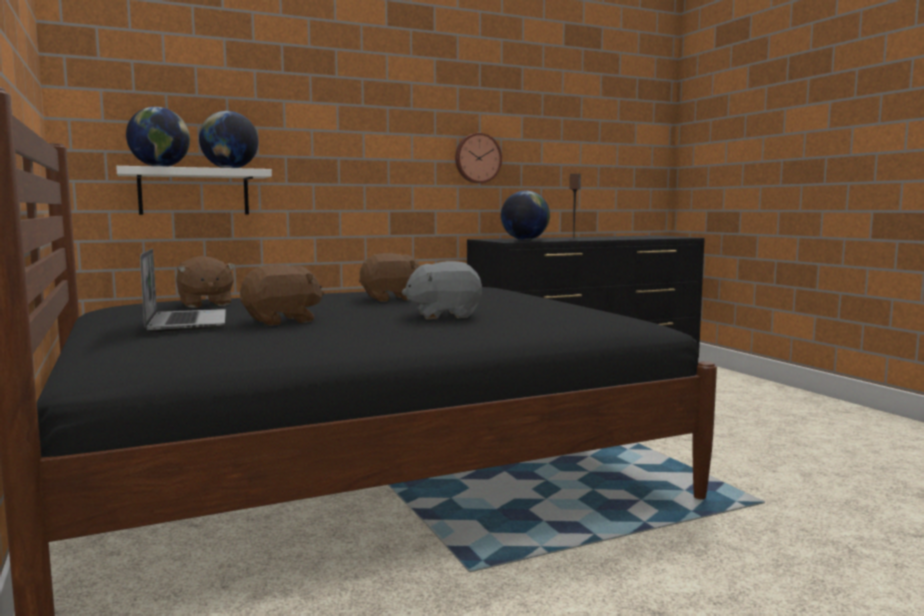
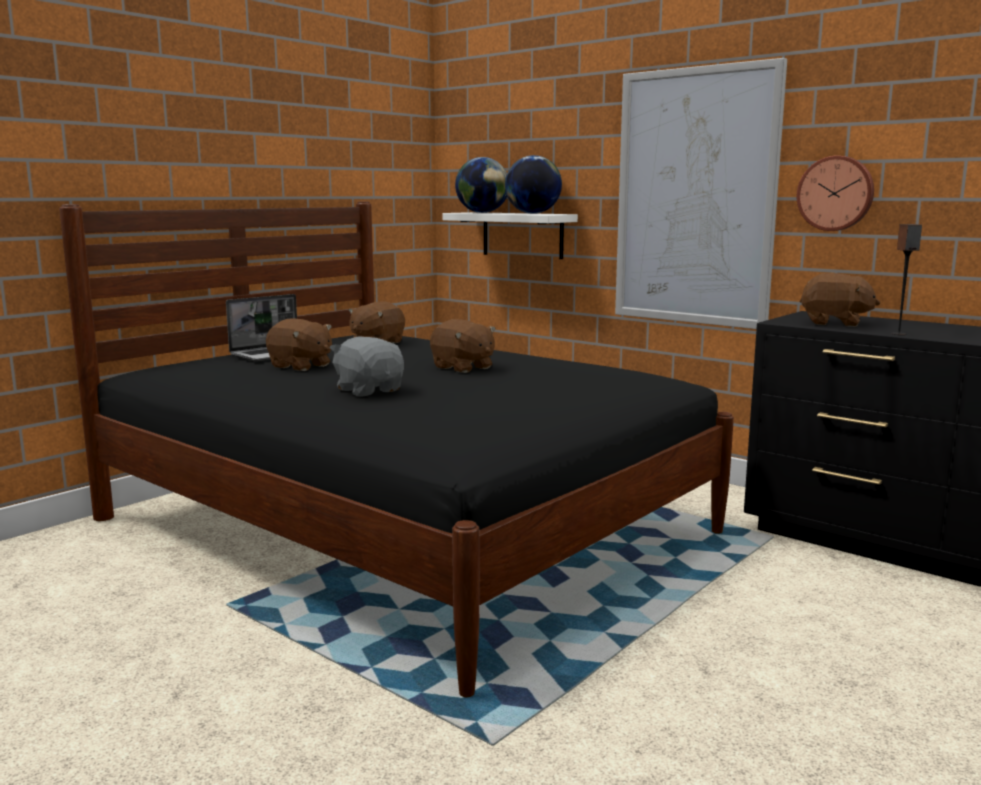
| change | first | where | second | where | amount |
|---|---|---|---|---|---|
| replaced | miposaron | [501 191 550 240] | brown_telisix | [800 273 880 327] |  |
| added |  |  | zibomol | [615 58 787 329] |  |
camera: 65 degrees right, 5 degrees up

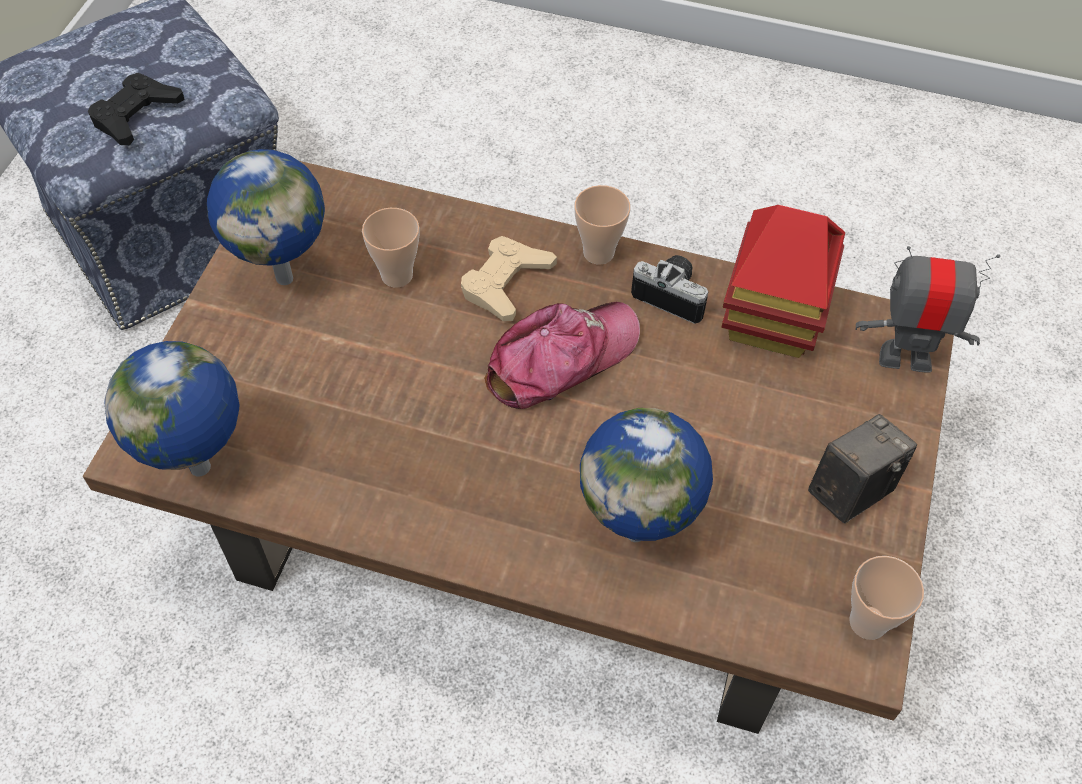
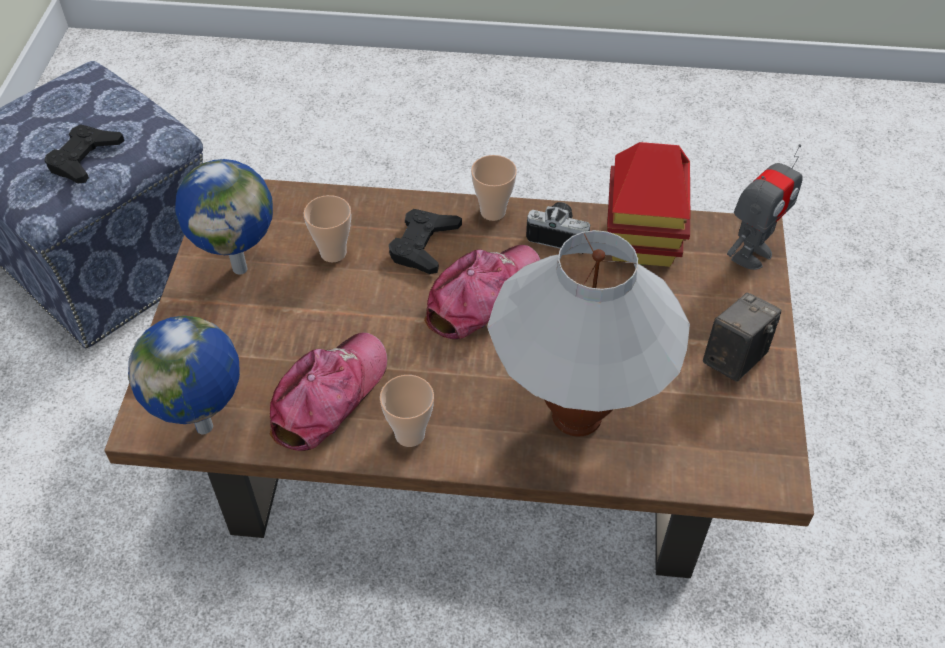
| change | first | where | second | where | amount |
|---|---|---|---|---|---|
| recoloured | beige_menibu | [461 236 557 321] | black_menibu | [389 209 462 274] |  |
| replaced | miposaron | [580 408 713 542] | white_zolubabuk | [487 230 690 437] |  |
| moved | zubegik | [849 556 924 640] |  | [380 375 434 447] |  |
| turned | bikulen | [856 246 1000 373] |  | [727 144 803 270] | 135 degrees clockwise |
| added |  |  | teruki | [270 333 387 451] |  |
camera: 10 degrees left, 5 degrees down

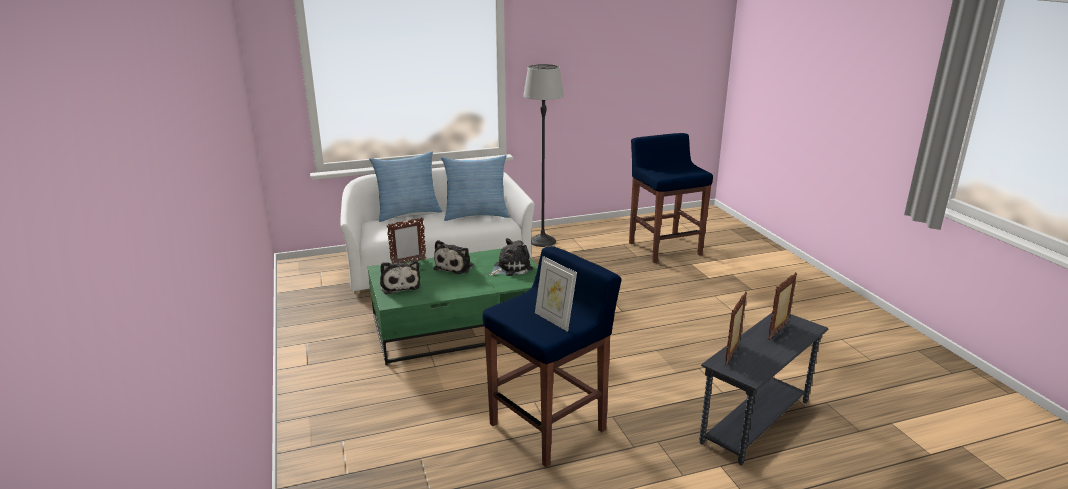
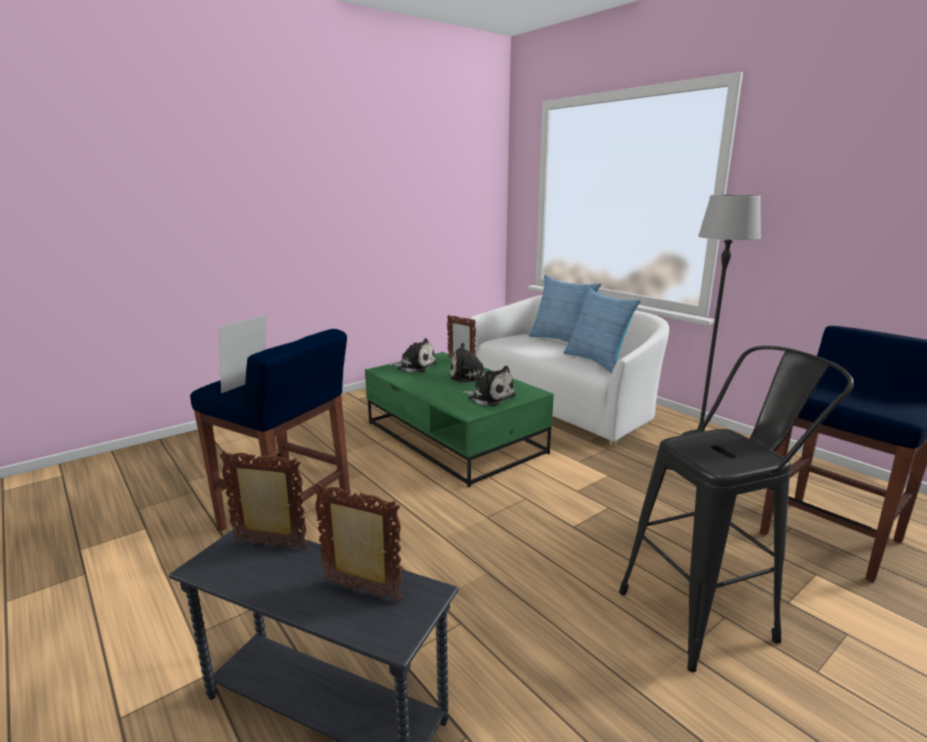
| change | first | where | second | where | amount |
|---|---|---|---|---|---|
| turned | telisix | [380 261 421 295] |  | [389 338 436 373] | 120 degrees counterclockwise |
| added |  |  | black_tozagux | [619 346 854 672] |  |
camera: 70 degrees right, 5 degrees down

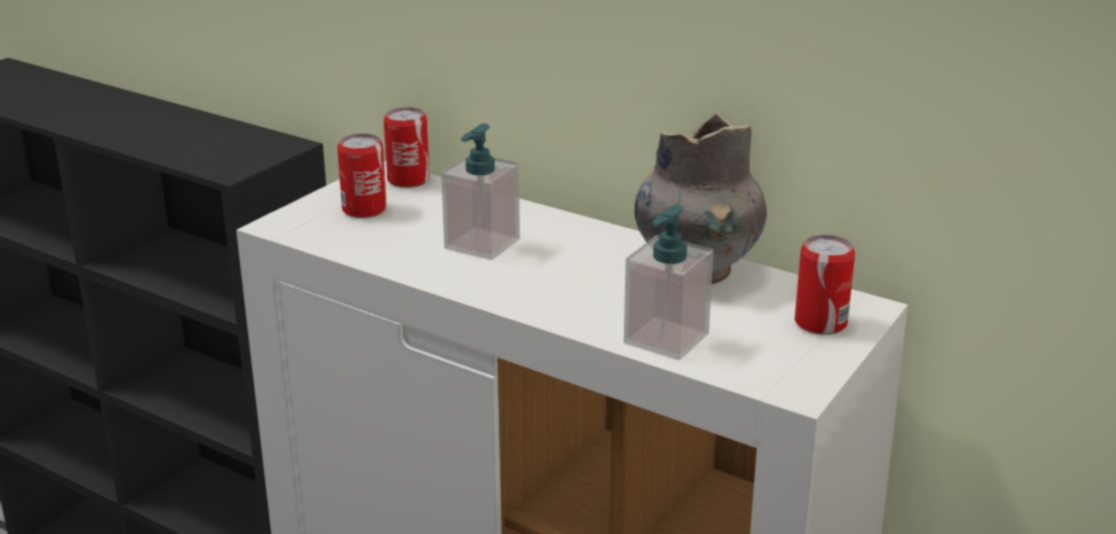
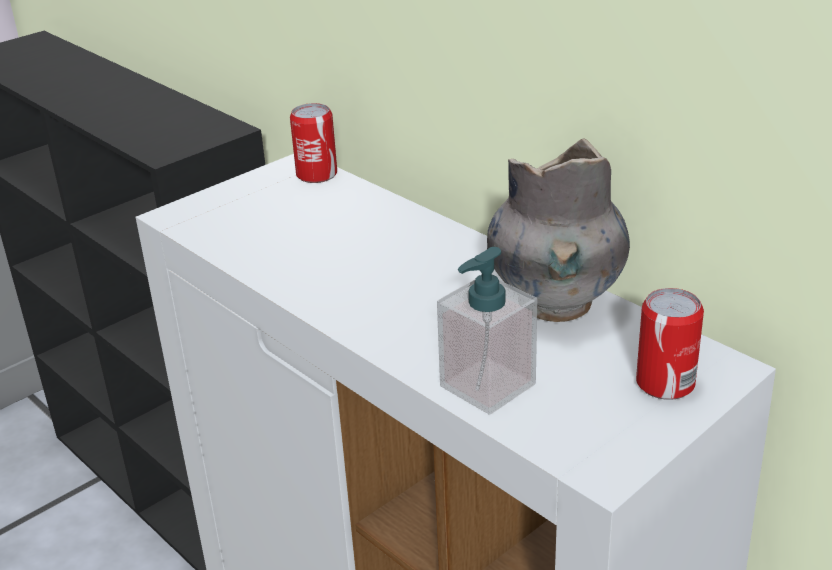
| change | first | where | second | where | amount |
|---|---|---|---|---|---|
| removed | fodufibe | [337 134 387 218] |  |  |  |
| removed | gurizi | [441 124 520 260] |  |  |  |
camera: 15 degrees right, 5 degrees up

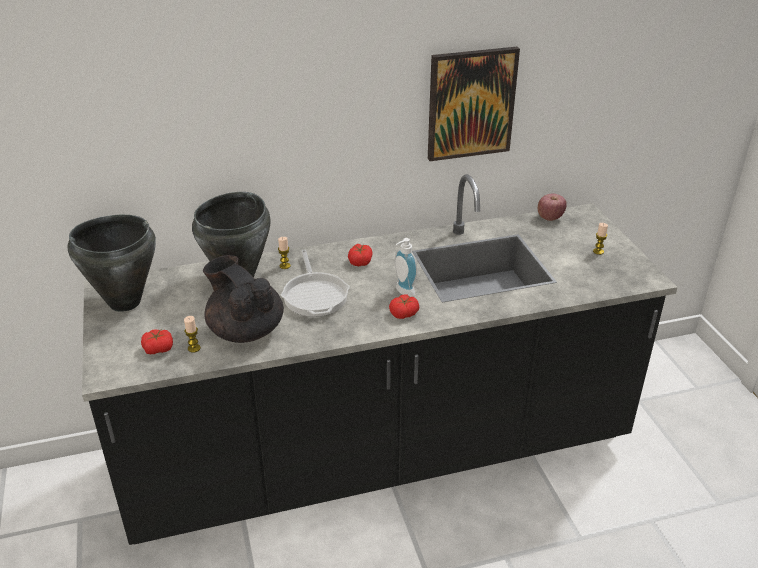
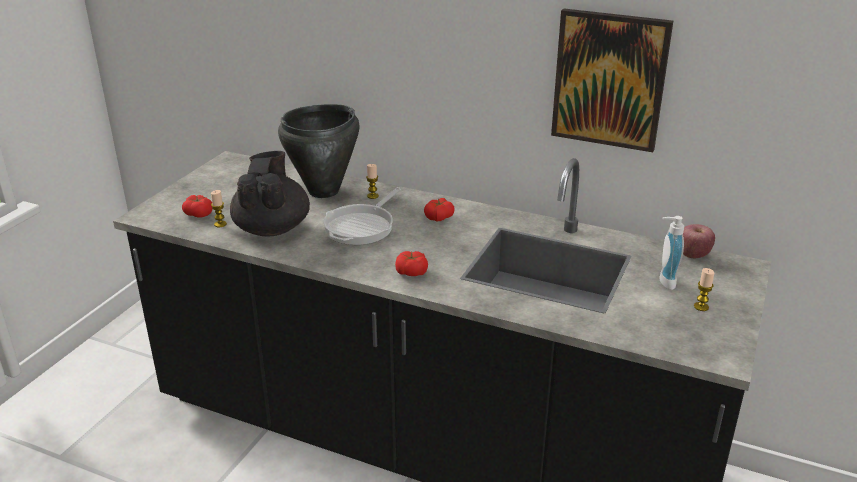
| change | first | where | second | where | amount |
|---|---|---|---|---|---|
| removed | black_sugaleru | [68 215 156 312] |  |  |  |
| moved | gurizi | [395 238 418 297] |  | [659 216 684 290] |  |
camera: 40 degrees right, 5 degrees down

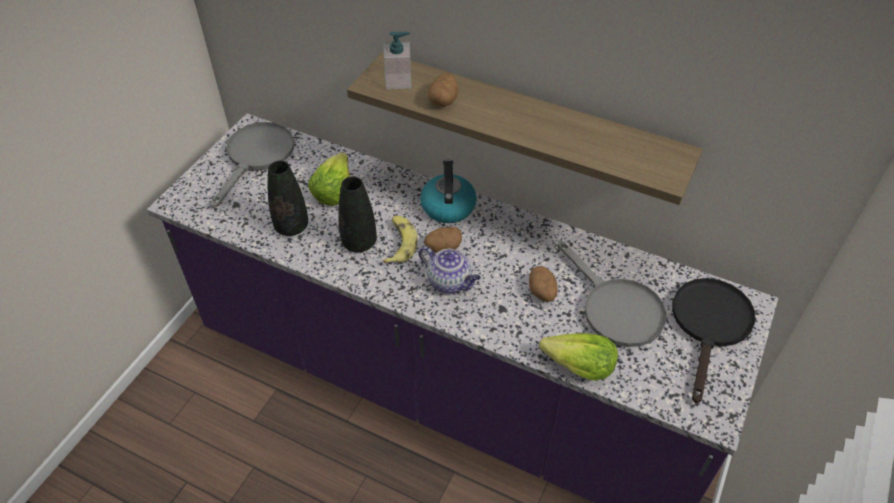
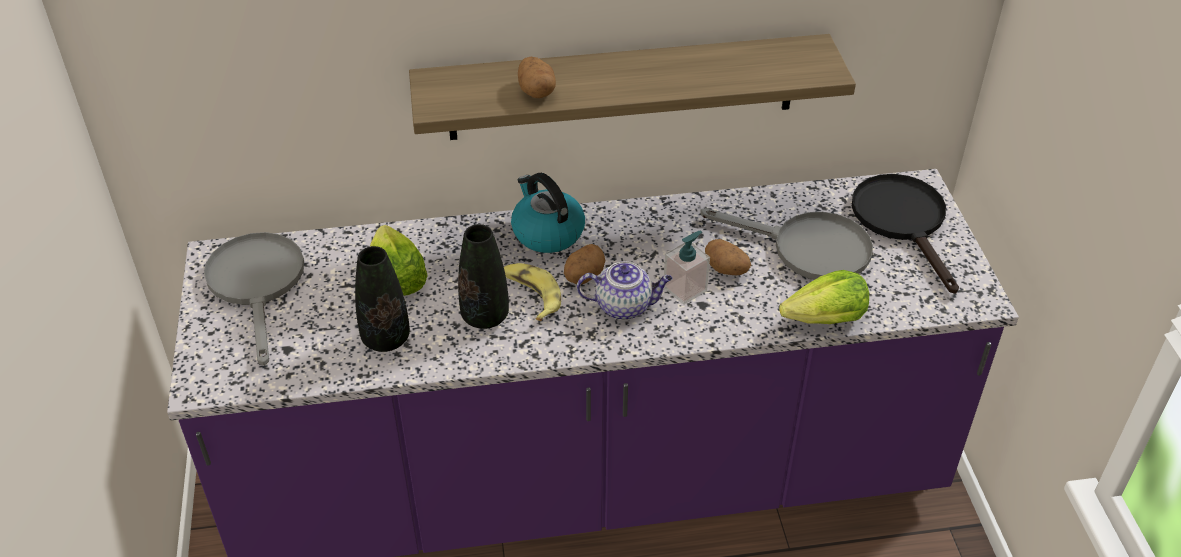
| change | first | where | second | where | amount |
|---|---|---|---|---|---|
| moved | gurizi | [383 32 412 89] |  | [664 230 710 305] |  |
camera: 35 degrees left, 5 degrees down

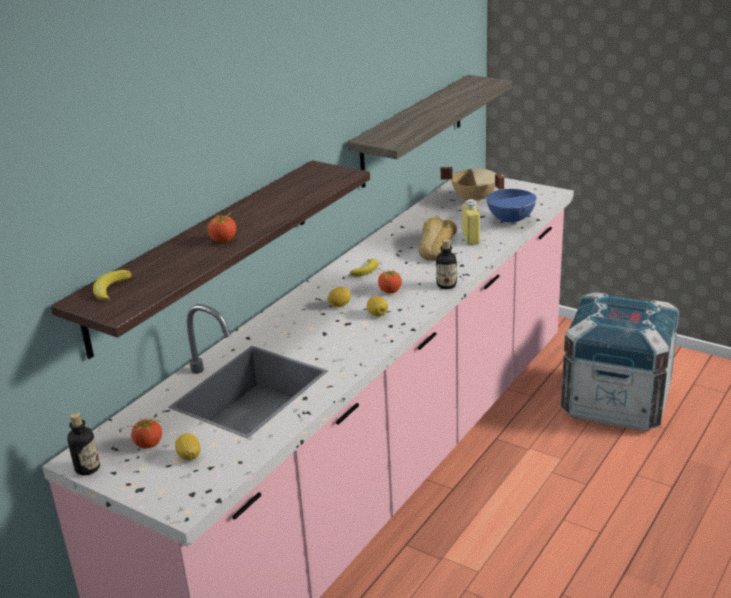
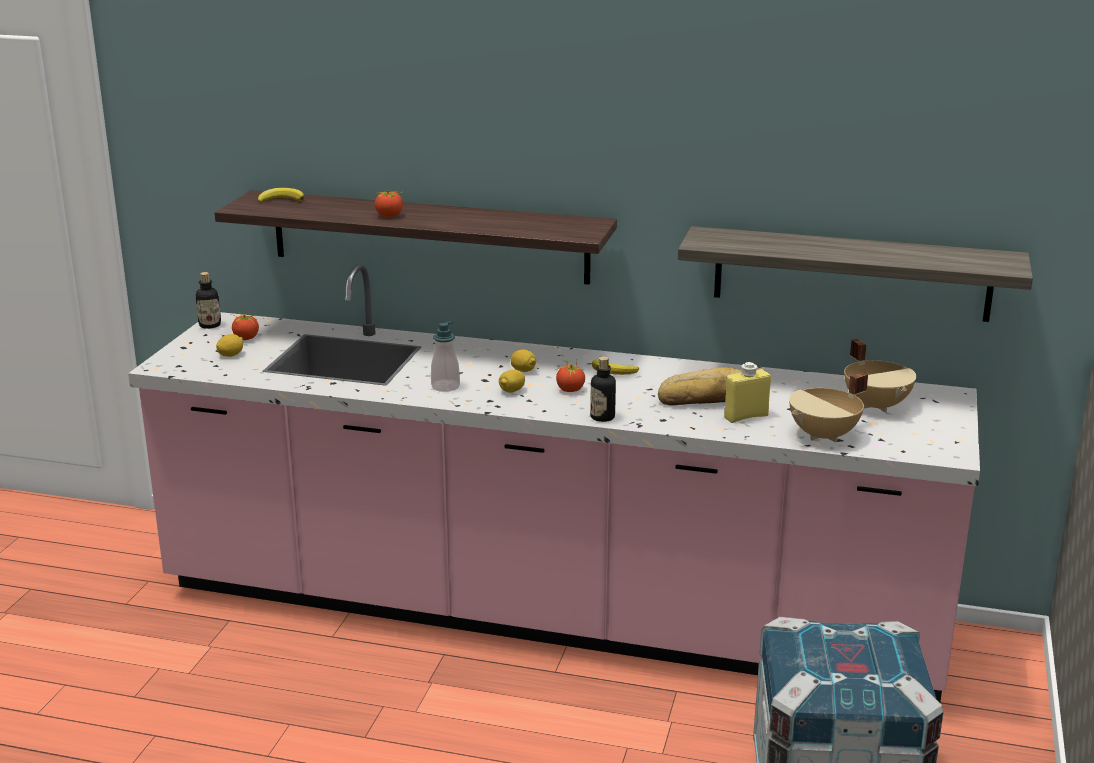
| change | first | where | second | where | amount |
|---|---|---|---|---|---|
| recoloured | blue_sugaleru | [487 174 537 225] | beige_sugaleru | [789 372 868 442] |  |
| added |  |  | gurizi | [431 321 460 392] |  |
camera: 70 degrees right, 5 degrees down

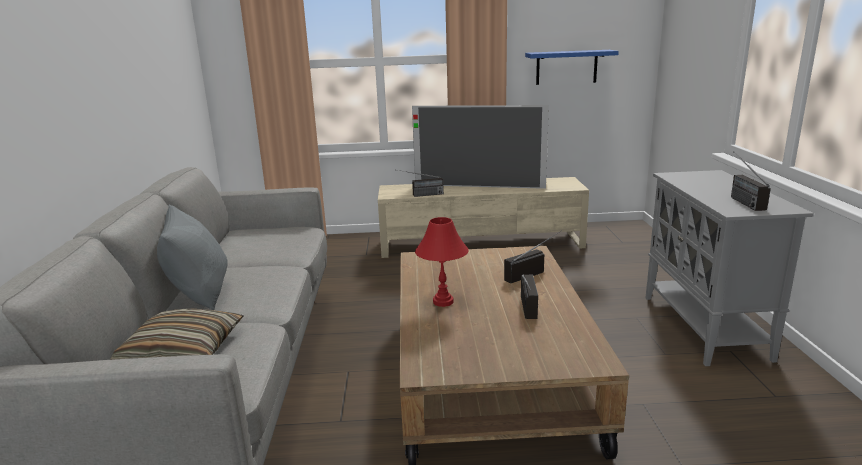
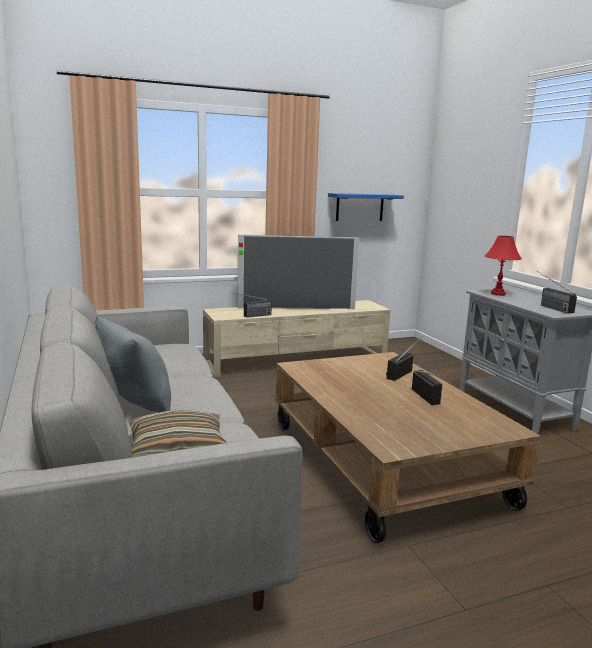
| change | first | where | second | where | amount |
|---|---|---|---|---|---|
| moved | red_zolubabuk | [415 217 469 307] |  | [485 236 522 296] |  |
camera: 20 degrees left, 5 degrees down

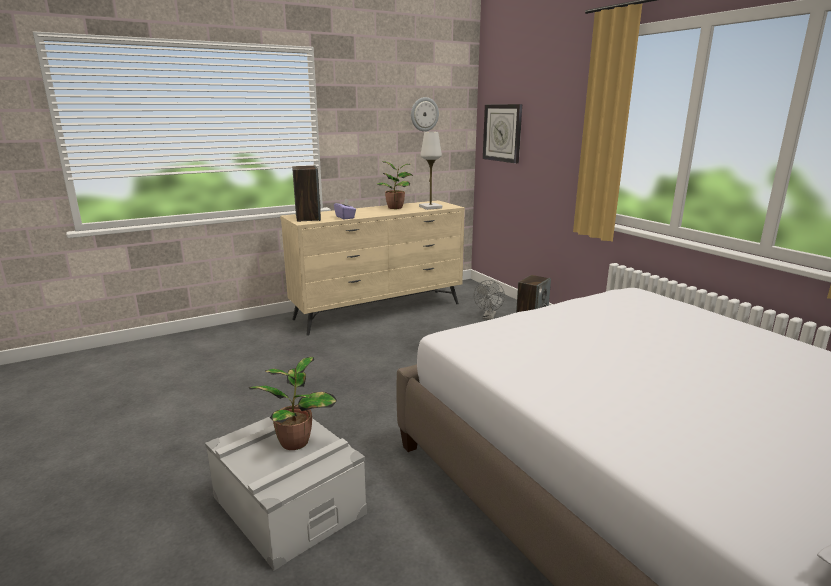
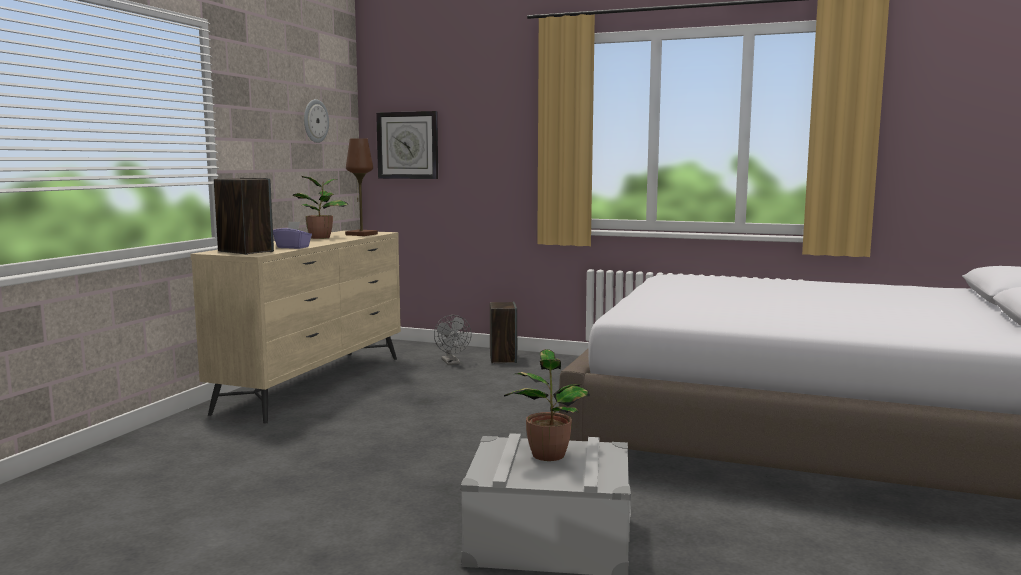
| change | first | where | second | where | amount |
|---|---|---|---|---|---|
| recoloured | white_zolubabuk | [419 132 442 210] | brown_zolubabuk | [345 138 378 236] |  |
camera: 40 degrees left, 10 degrees down

